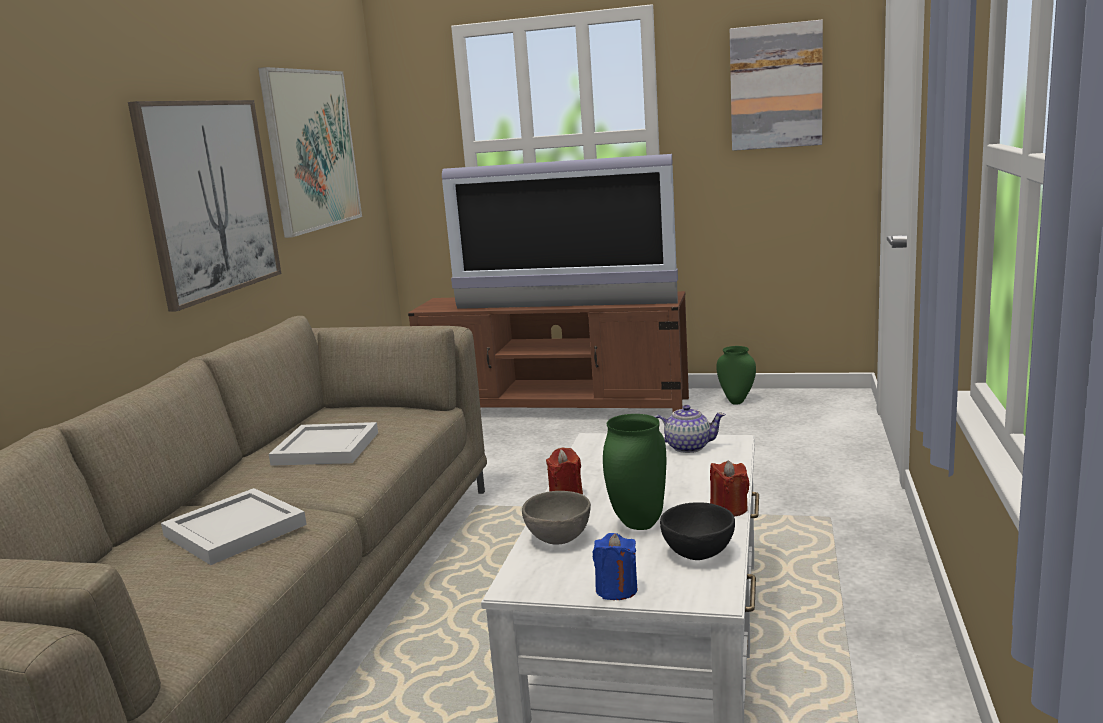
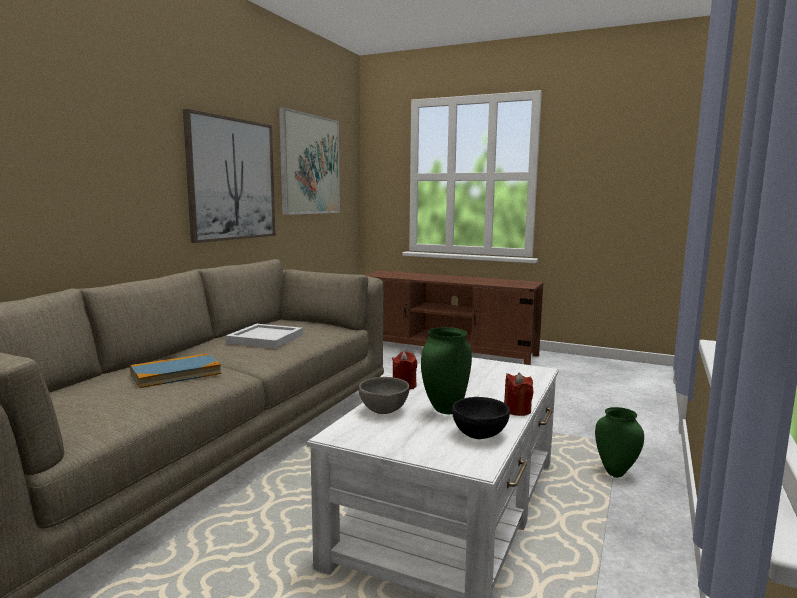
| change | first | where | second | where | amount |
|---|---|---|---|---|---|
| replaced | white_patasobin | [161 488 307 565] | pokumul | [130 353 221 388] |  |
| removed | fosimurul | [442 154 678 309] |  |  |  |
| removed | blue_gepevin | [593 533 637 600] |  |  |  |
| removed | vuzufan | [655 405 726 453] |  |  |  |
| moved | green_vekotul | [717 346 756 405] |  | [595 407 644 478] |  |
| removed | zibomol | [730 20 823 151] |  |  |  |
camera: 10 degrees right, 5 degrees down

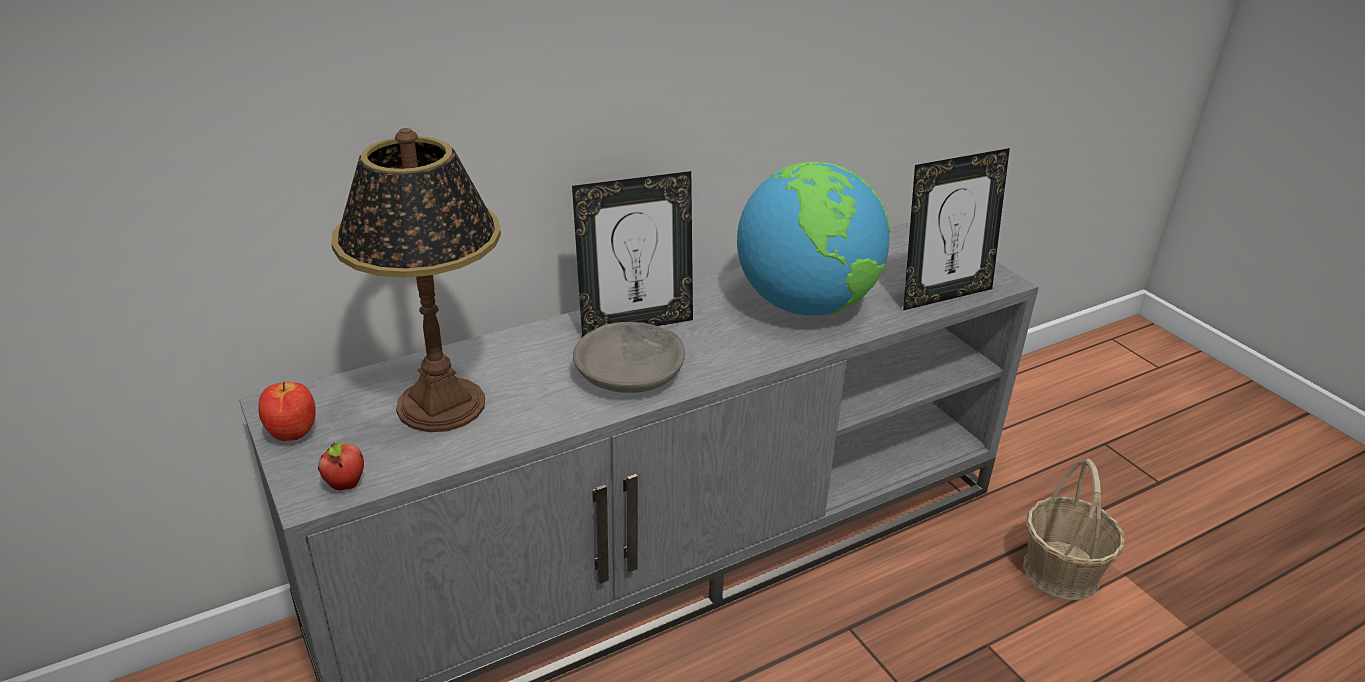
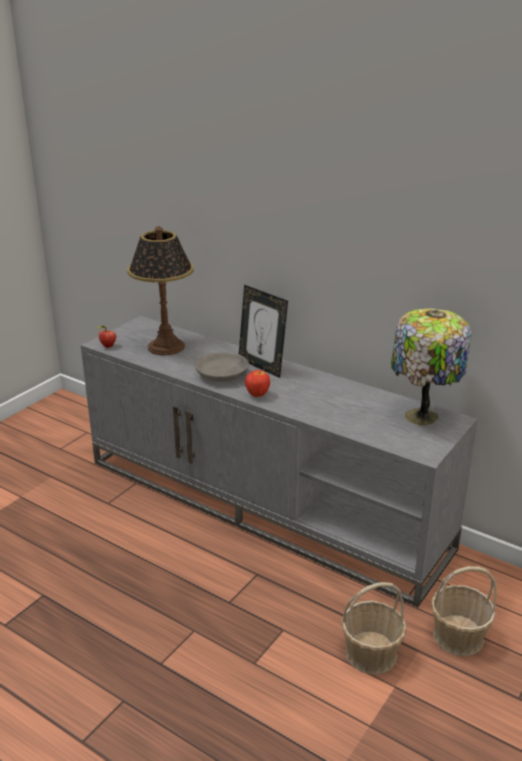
| change | first | where | second | where | amount |
|---|---|---|---|---|---|
| moved | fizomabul | [258 382 316 441] |  | [245 370 270 397] |  |
| removed | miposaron | [737 162 890 316] |  |  |  |
| removed | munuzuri | [903 148 1010 310] |  |  |  |
| added |  |  | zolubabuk | [391 308 471 426] |  |
| added |  |  | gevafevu | [431 566 497 656] |  |
camera: 65 degrees right, 5 degrees down

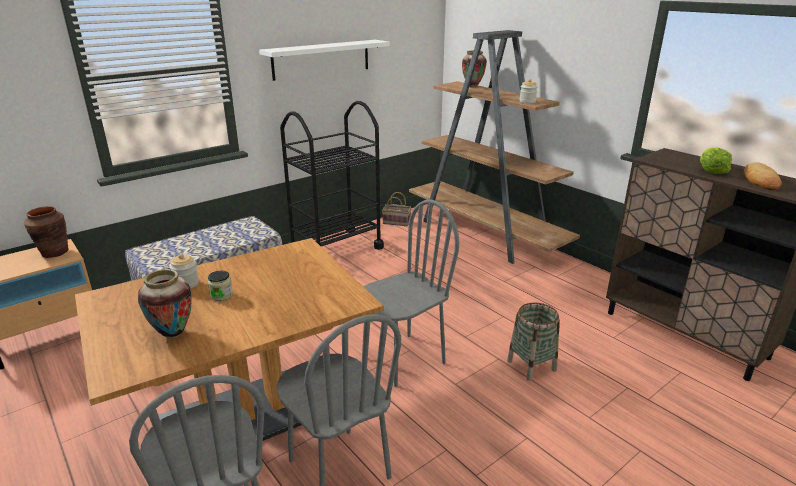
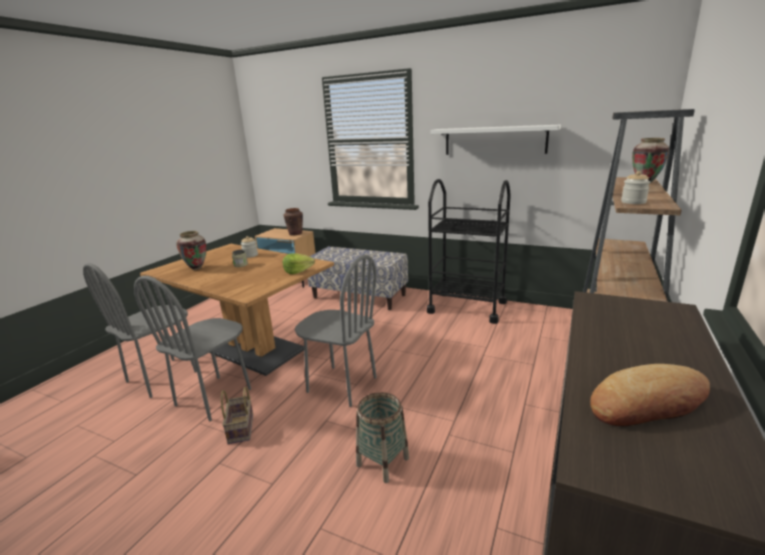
| change | first | where | second | where | amount |
|---|---|---|---|---|---|
| moved | gevafevu | [382 192 411 226] |  | [221 387 253 444] |  |
| moved | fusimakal | [700 147 732 174] |  | [283 253 315 274] |  |
camera: 65 degrees right, 5 degrees down

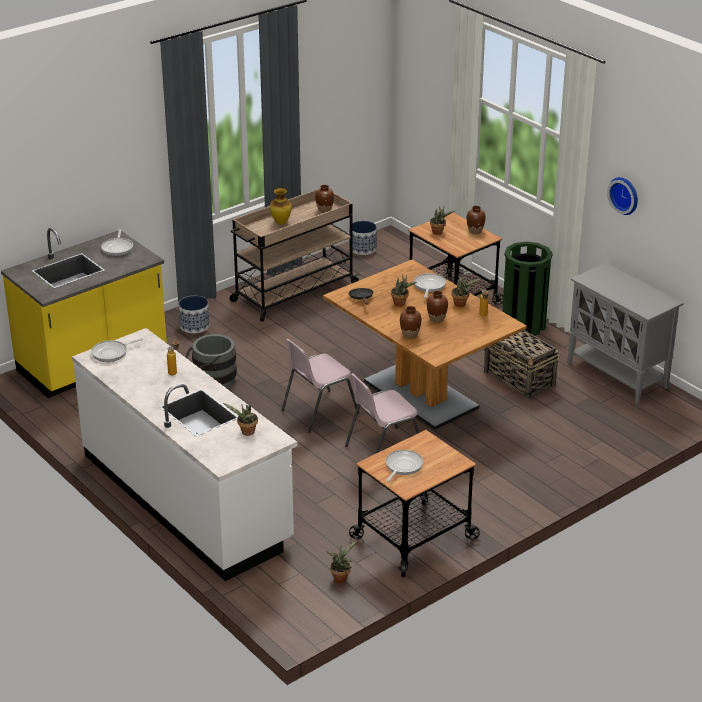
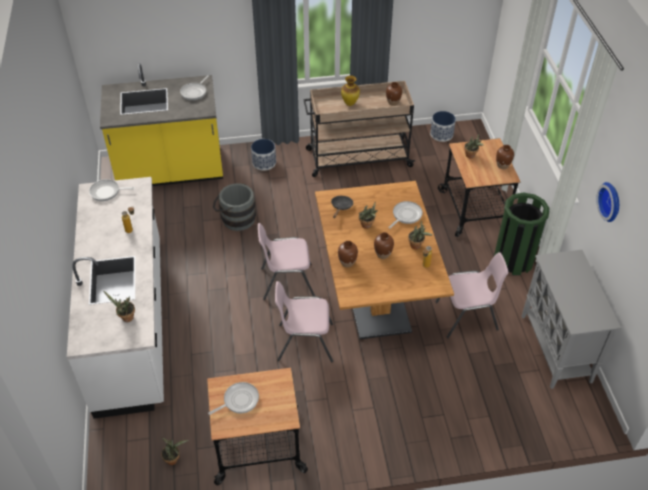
| change | first | where | second | where | amount |
|---|---|---|---|---|---|
| replaced | gevafevu | [484 330 559 399] | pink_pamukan | [436 252 508 338] |  |
camera: 30 degrees right, 15 degrees up

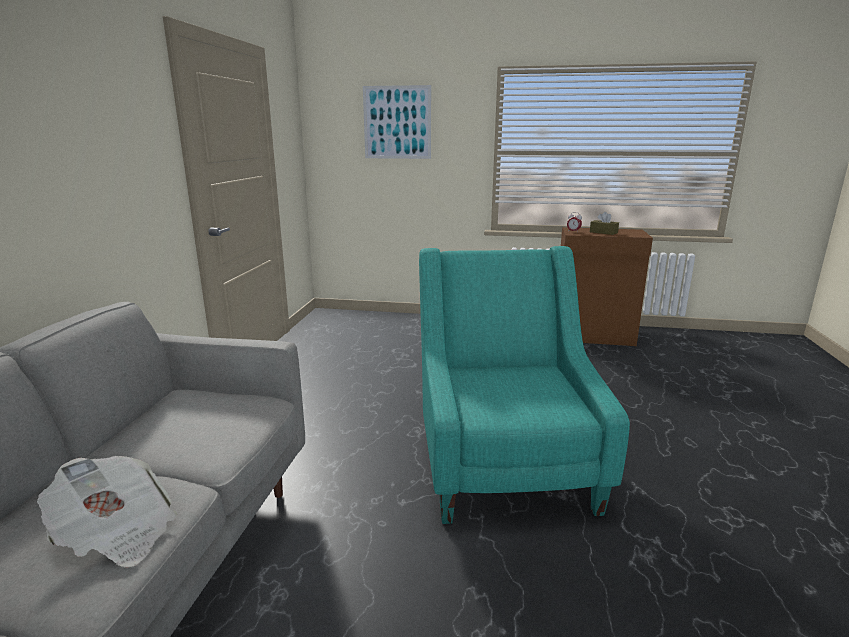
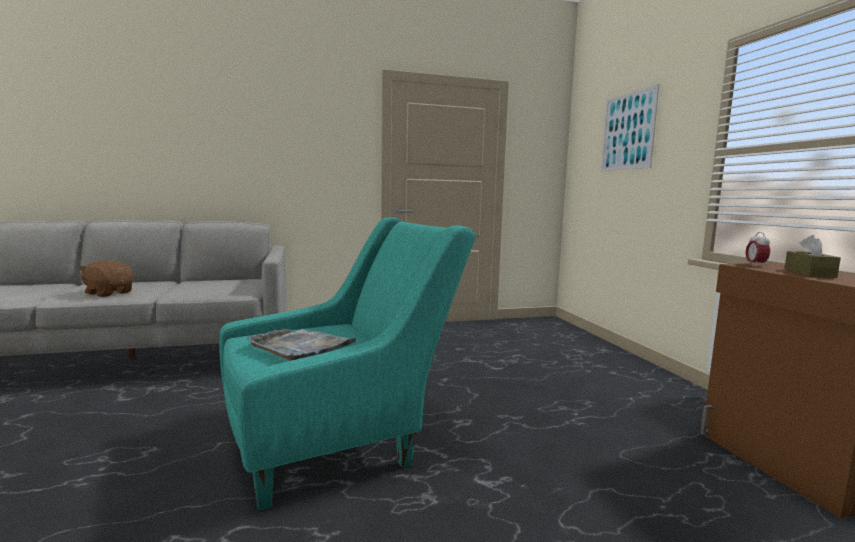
| change | first | where | second | where | amount |
|---|---|---|---|---|---|
| replaced | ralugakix | [37 456 177 568] | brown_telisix | [78 261 133 297] |  |
| added |  |  | grey_patasobin | [247 329 358 361] |  |
camera: 65 degrees right, 10 degrees down

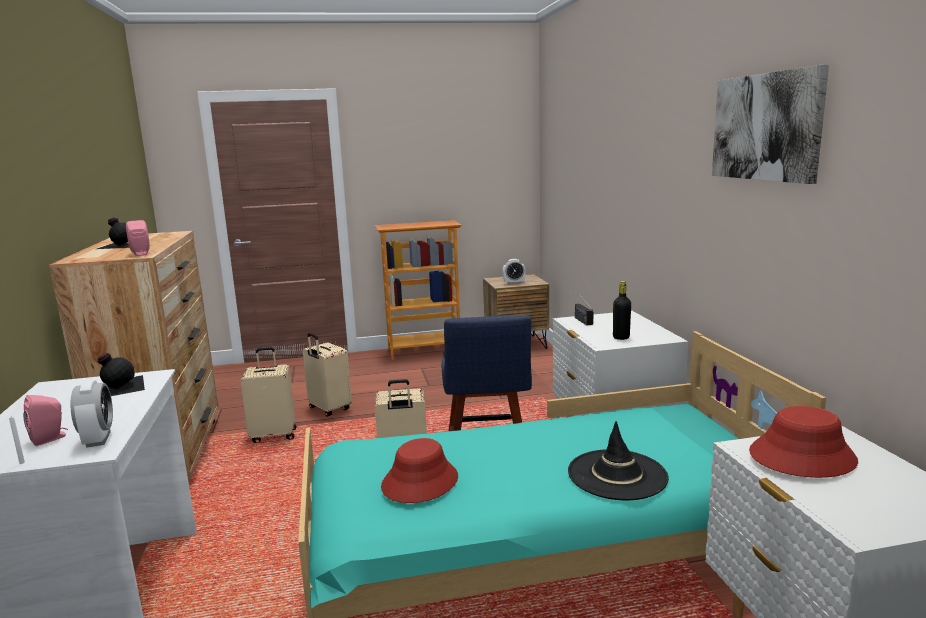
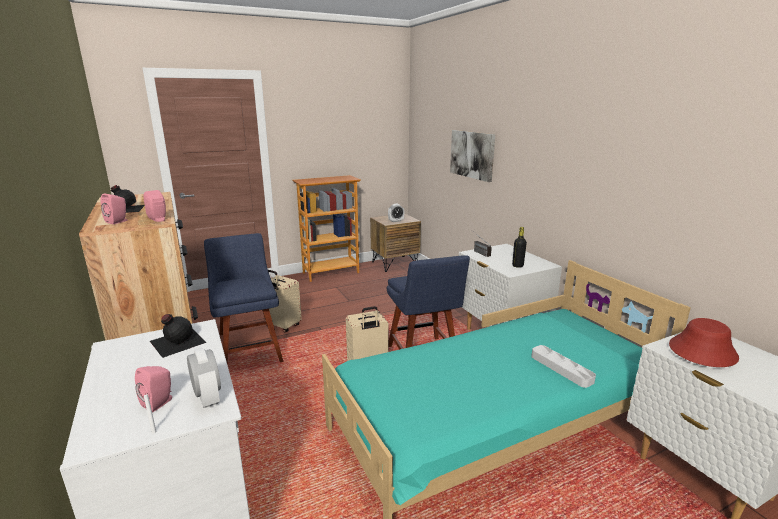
| change | first | where | second | where | amount |
|---|---|---|---|---|---|
| replaced | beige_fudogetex | [241 347 297 443] | blue_pamukan | [204 233 284 362] |  |
| removed | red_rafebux | [381 438 458 503] |  |  |  |
| replaced | black_rafebux | [568 421 669 500] | grey_patasobin | [531 345 596 388] |  |
| moved | zibomol | [712 65 829 184] |  | [450 130 496 182] |  |
| added |  |  | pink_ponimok | [100 193 127 224] |  |
camera: 15 degrees left, 5 degrees up

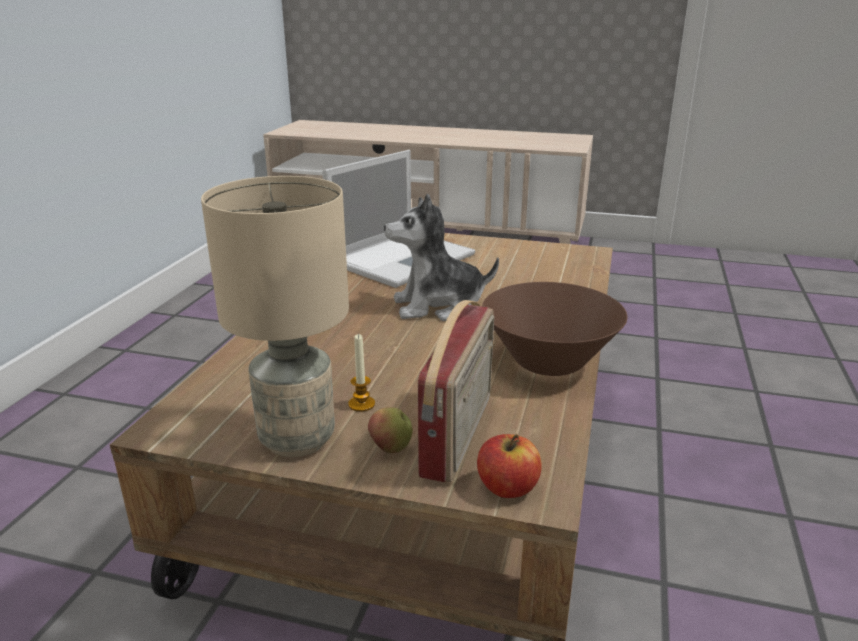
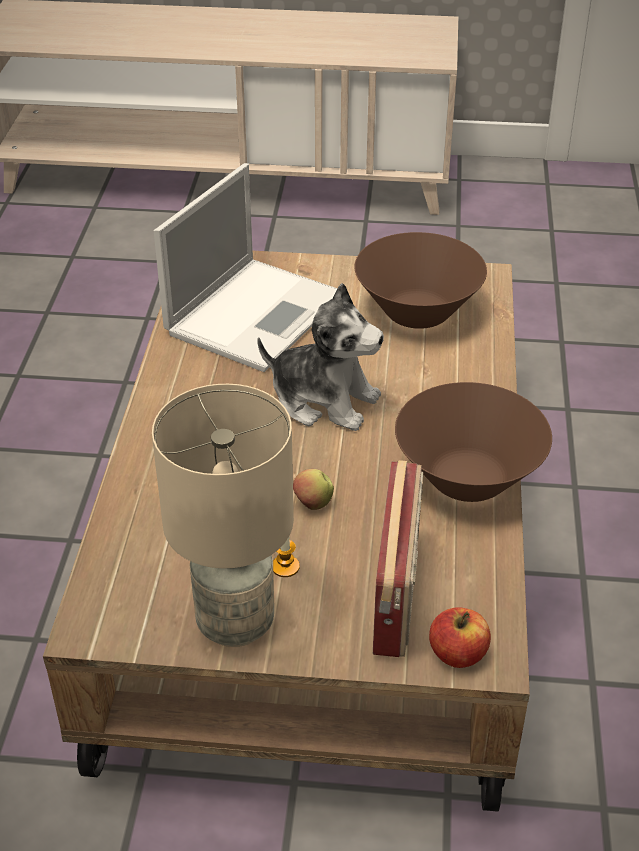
| change | first | where | second | where | amount |
|---|---|---|---|---|---|
| moved | fizomabul | [368 407 413 453] |  | [293 469 334 510] |  |
| turned | telisix | [384 193 499 321] |  | [257 283 384 431] | 135 degrees counterclockwise |
| added |  |  | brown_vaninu | [354 232 487 329] |  |
camera: 10 degrees left, 15 degrees up

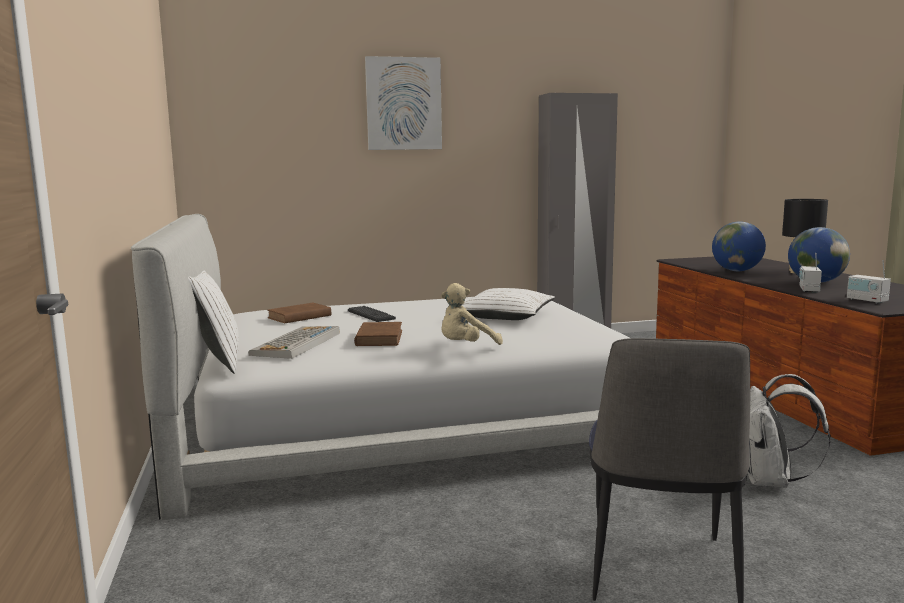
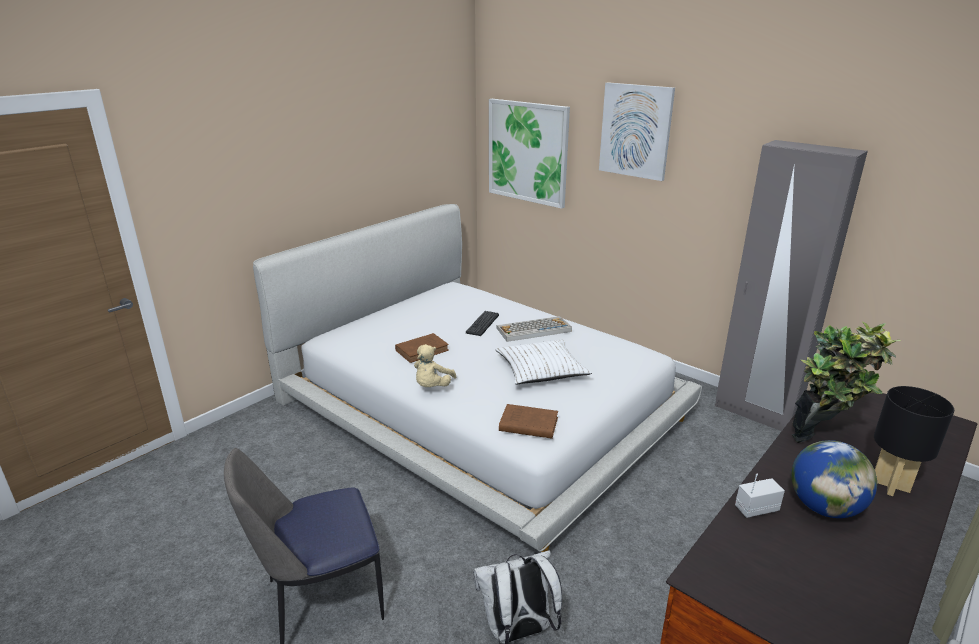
| change | first | where | second | where | amount |
|---|---|---|---|---|---|
| removed | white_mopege | [188 271 239 373] |  |  |  |
| moved | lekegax | [248 326 340 359] |  | [497 316 572 342] |  |
| moved | brown_pokumul | [267 303 331 324] |  | [499 404 558 439] |  |
| turned | beige_telisix | [441 283 503 345] |  | [414 344 457 387] | 90 degrees counterclockwise |
| replaced | miposaron | [712 221 766 271] | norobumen | [792 322 901 443] |  |
| removed | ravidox | [847 260 891 304] |  |  |  |
| added |  |  | zibomol | [489 99 570 209] |  |
camera: 55 degrees right, 15 degrees up

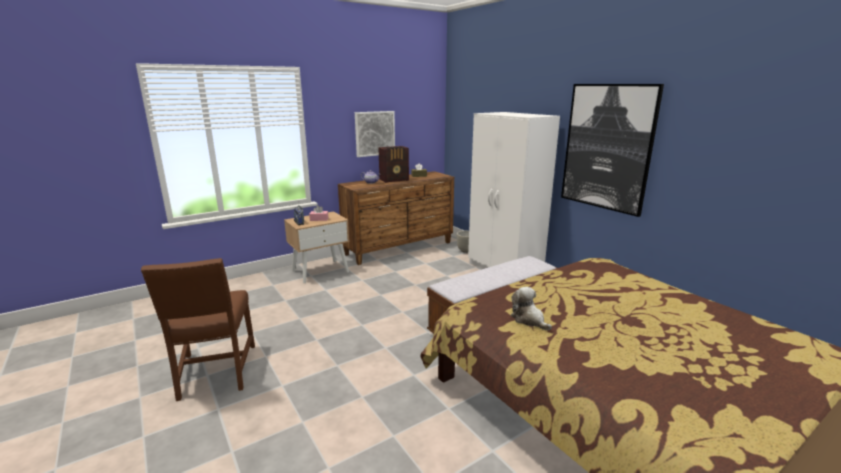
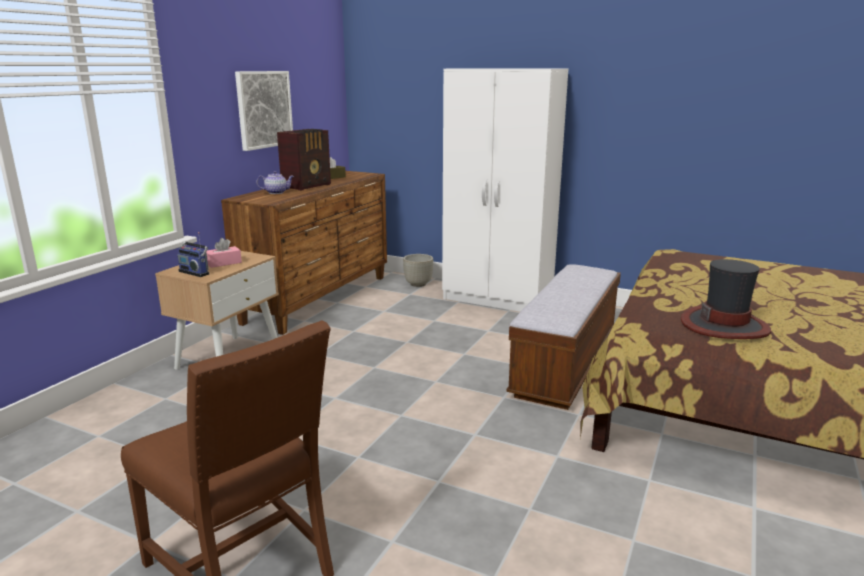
| change | first | where | second | where | amount |
|---|---|---|---|---|---|
| replaced | telisix | [511 287 552 331] | rafebux | [681 259 771 339] |  |
| removed | zibomol | [561 84 664 217] |  |  |  |
camera: 30 degrees left, 0 degrees up

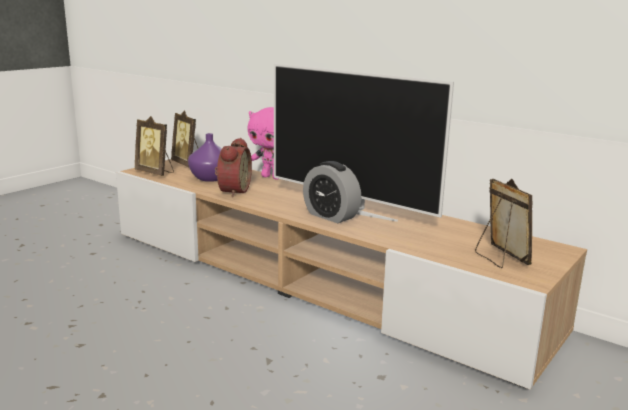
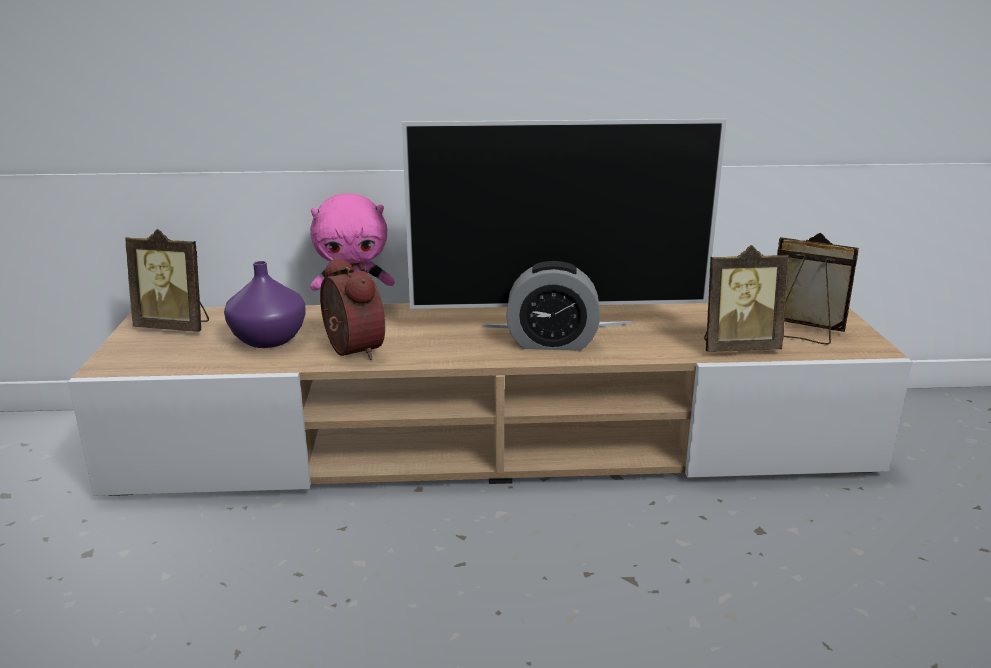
| change | first | where | second | where | amount |
|---|---|---|---|---|---|
| moved | munuzuri | [135 116 174 176] |  | [704 245 789 352] |  |
camera: 40 degrees left, 5 degrees up

